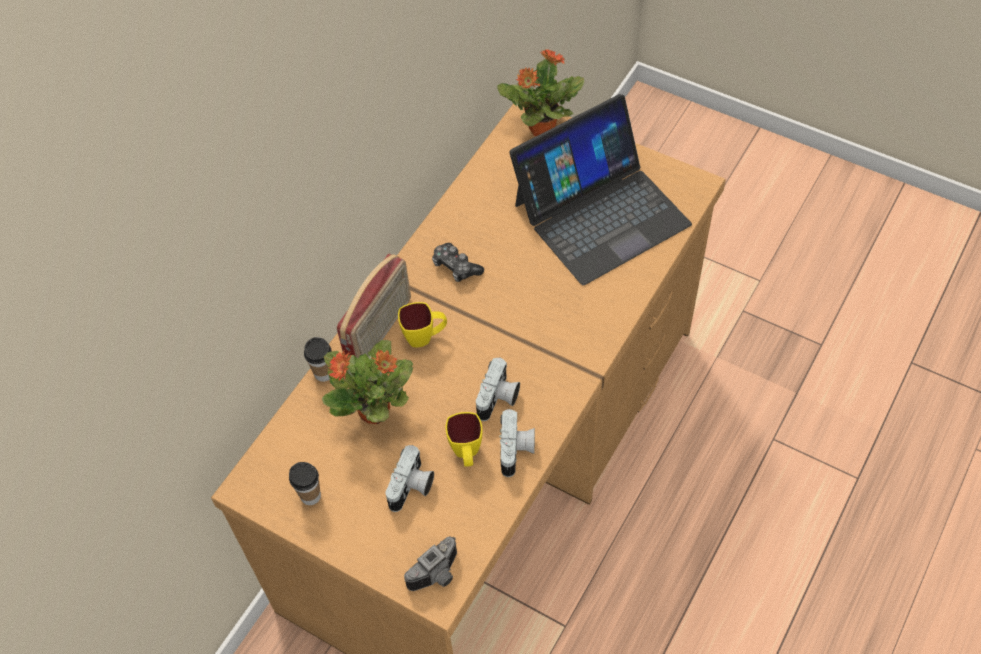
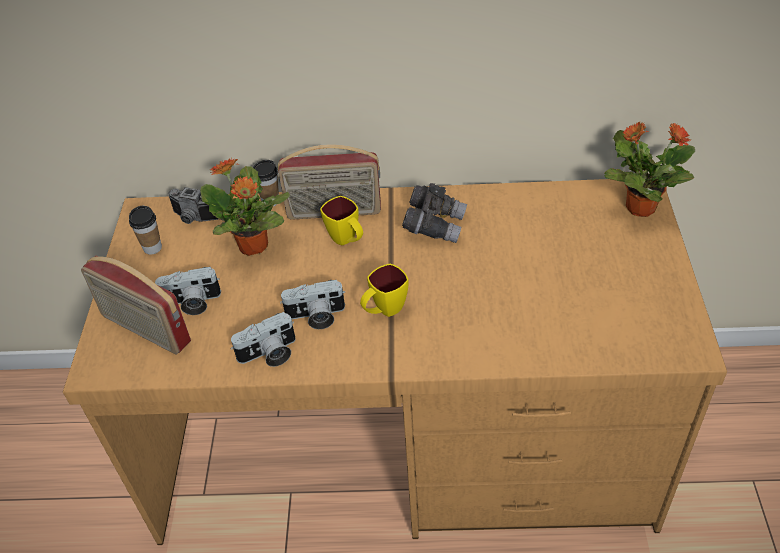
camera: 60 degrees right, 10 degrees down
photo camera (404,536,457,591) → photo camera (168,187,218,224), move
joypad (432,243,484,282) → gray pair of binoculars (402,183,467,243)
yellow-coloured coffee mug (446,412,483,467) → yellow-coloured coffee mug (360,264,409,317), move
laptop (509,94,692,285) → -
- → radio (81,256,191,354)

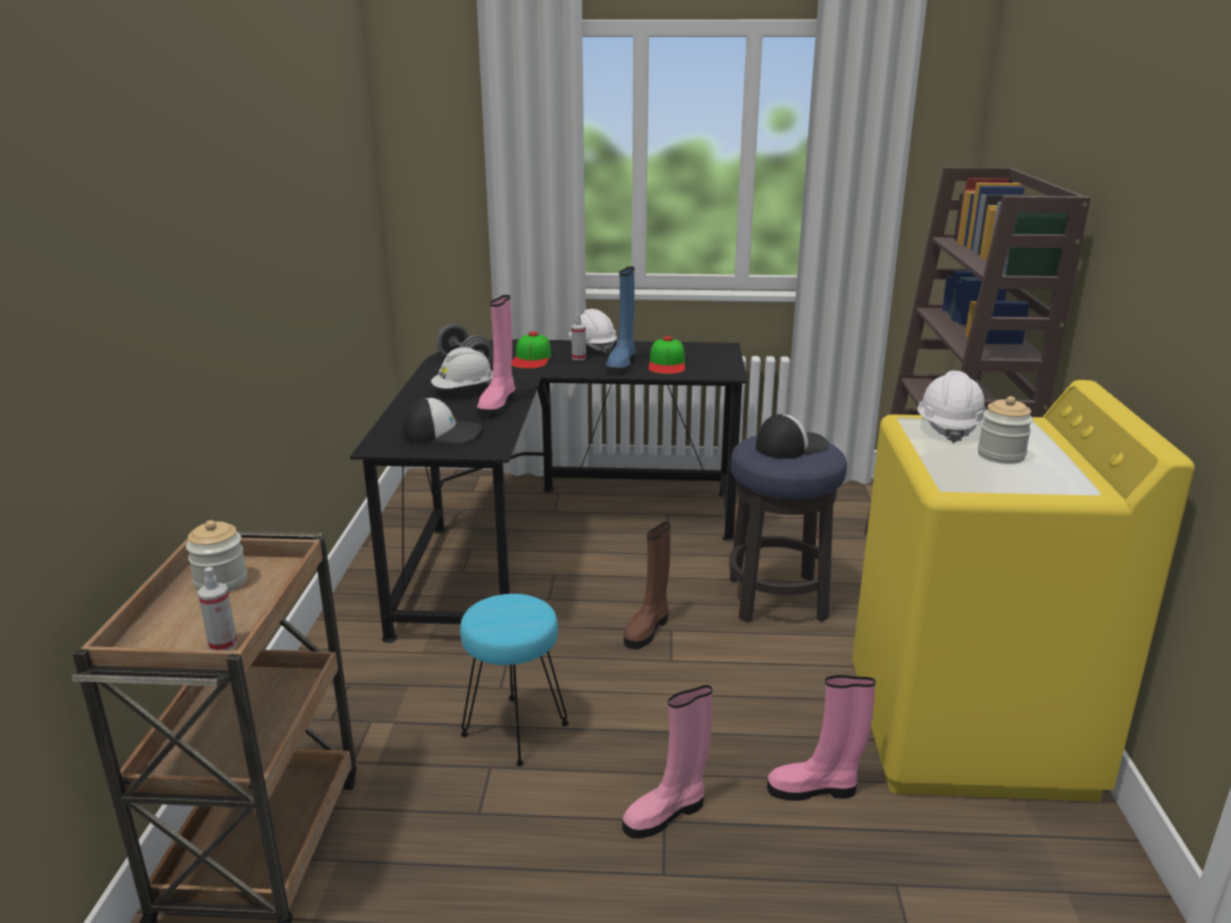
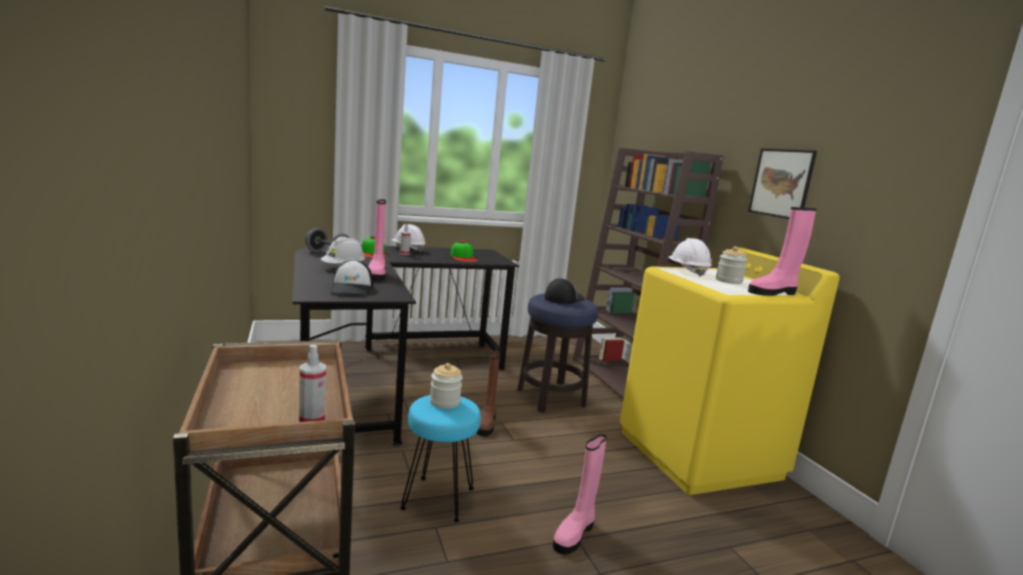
camera: 25 degrees left, 10 degrees down
jar (186,520,247,592) → jar (430,363,463,409), move
baseball cap (402,397,482,444) → baseball cap (330,260,373,295), 105 degrees clockwise
blue-coloured high-top boot (606,266,636,376) → -
pink-coloured high-top boot (767,675,875,801) → pink-coloured high-top boot (748,207,816,296), move
- → wall art (748,149,817,219)

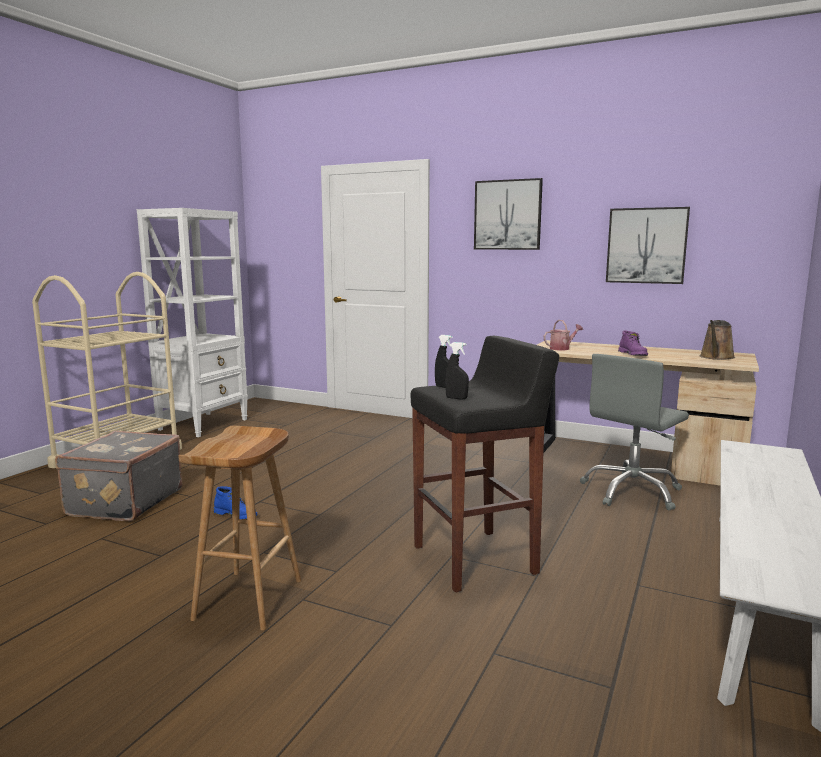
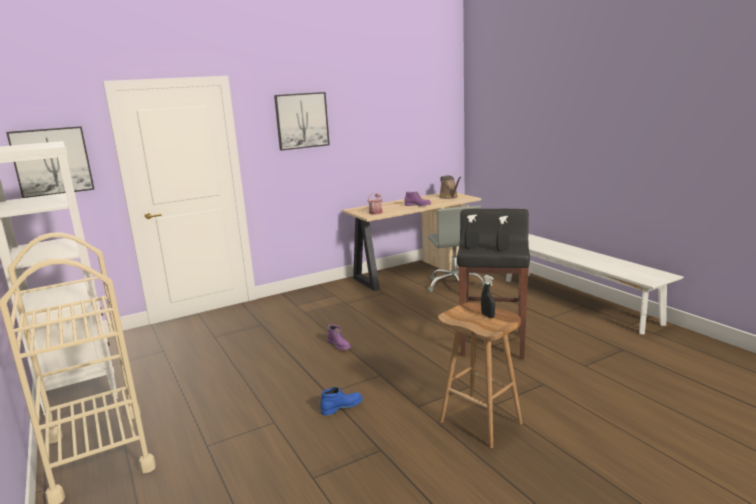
camera: 55 degrees left, 5 degrees up
gray suitcase (55,431,182,521) → -
wall art (606,207,690,284) → wall art (6,126,95,198), move
- → purple-coloured high-top boot (327,324,351,350)
- → black-coloured spray bottle (481,275,495,318)

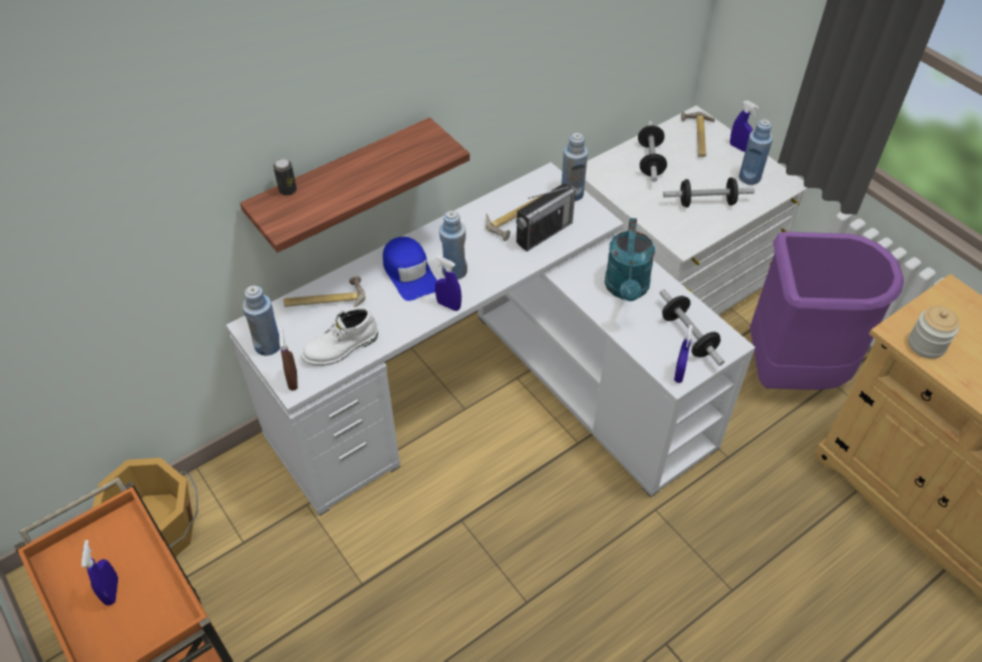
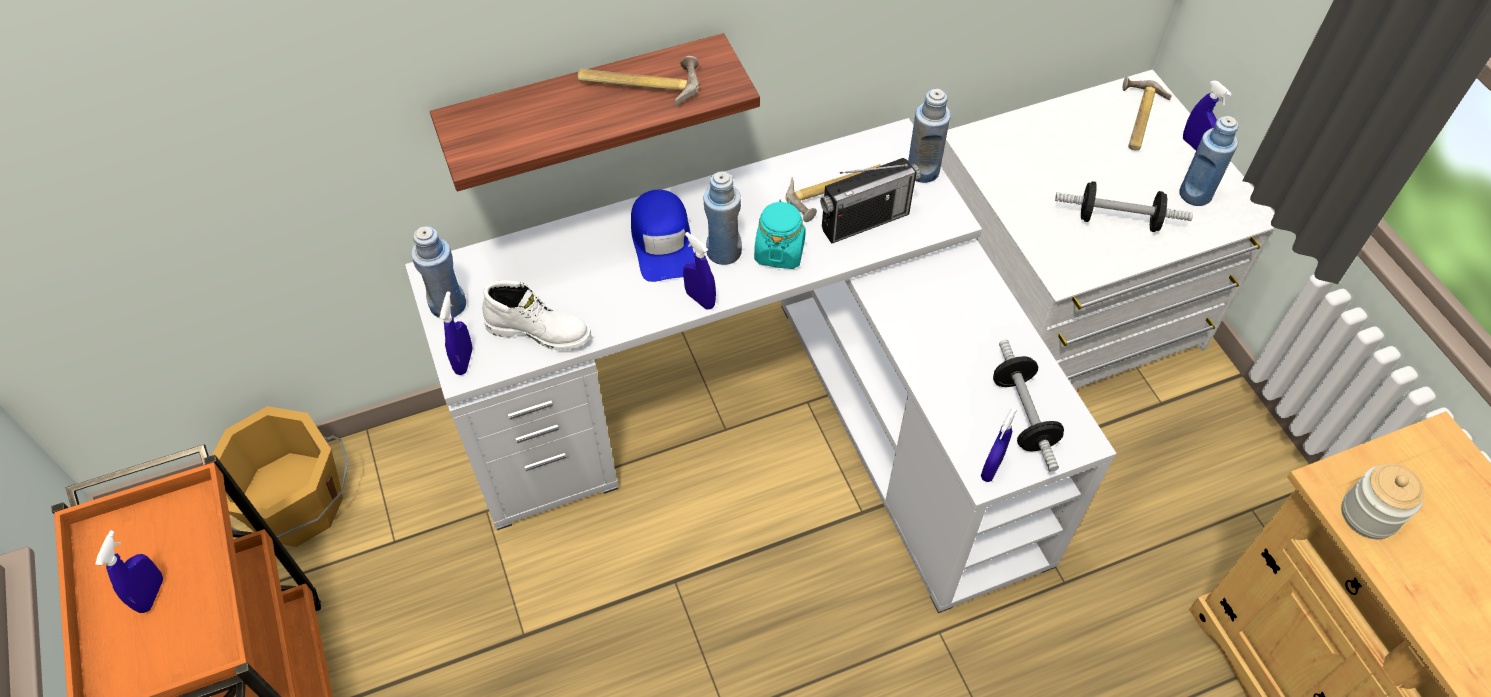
camera: 15 degrees right, 5 degrees up
can (273,159,297,196) → -
brownish spray bottle (279,327,298,391) → blue-coloured spray bottle (440,291,473,375)
tool hammer (283,276,366,307) → tool hammer (578,56,699,107), move
white high-top boot (301,306,378,366) → white high-top boot (482,280,591,350), 150 degrees counterclockwise
turquoise watering pot (605,218,655,301) → -
free weight (638,121,667,182) → -
purple-coloured trash can (750,232,904,390) → -
- → turquoise jar (754,200,806,269)

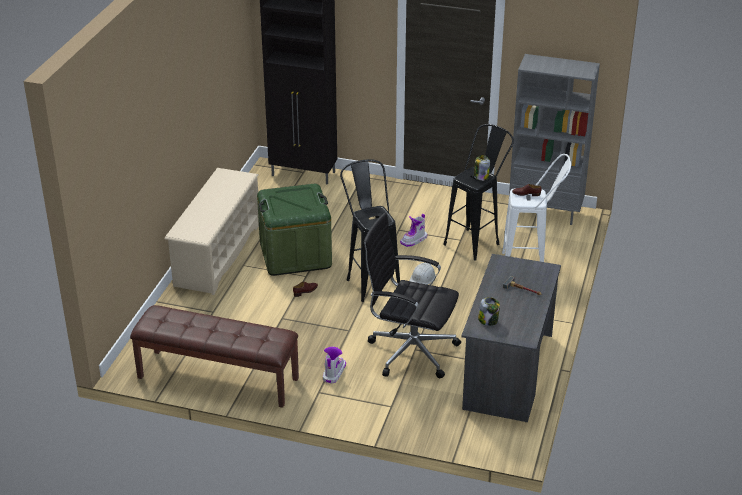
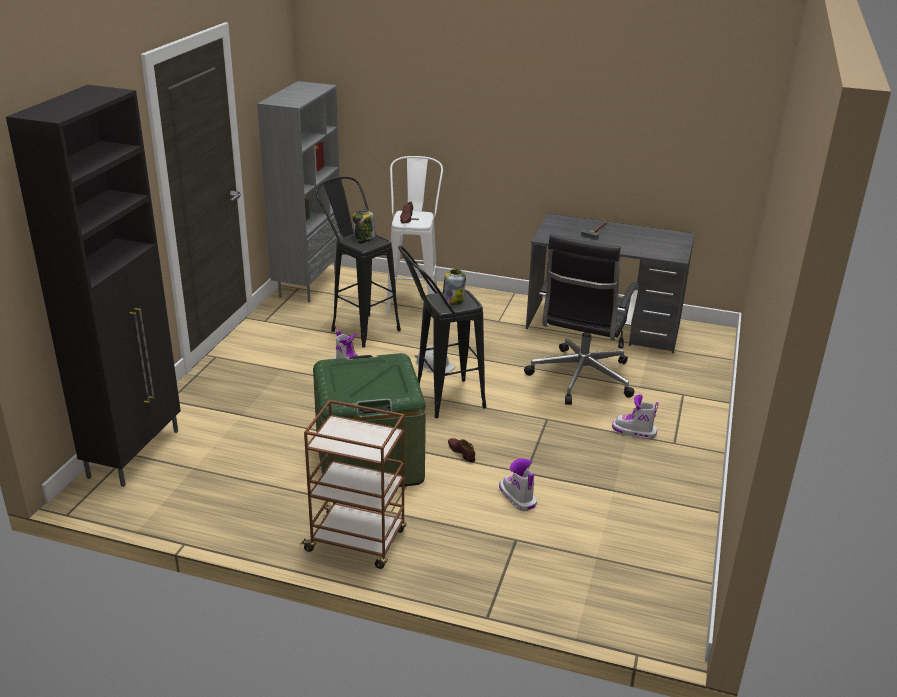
camera: 90 degrees left, 5 degrees down
brownish indoor bench (130,305,299,408) → -
sand-coloured shoe stand (165,168,259,295) → brownish cart (300,400,407,569)
jar (478,297,500,326) → jar (442,269,466,305), move
- → high-top boot (499,458,537,511)

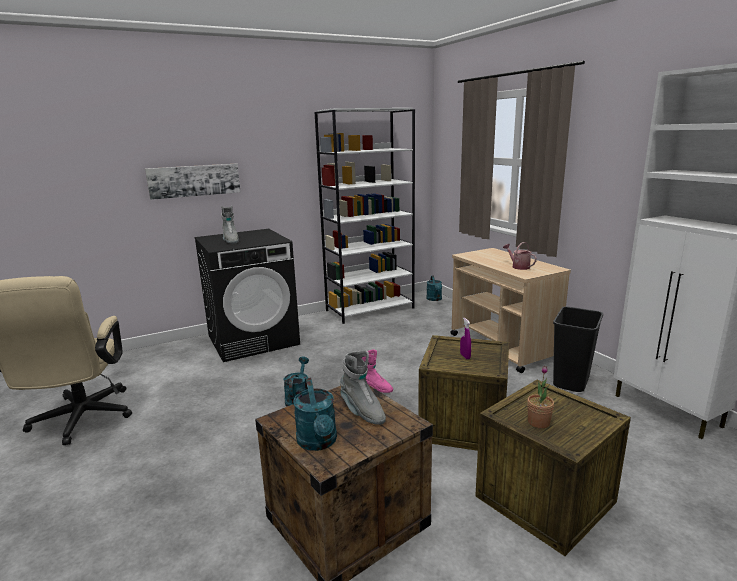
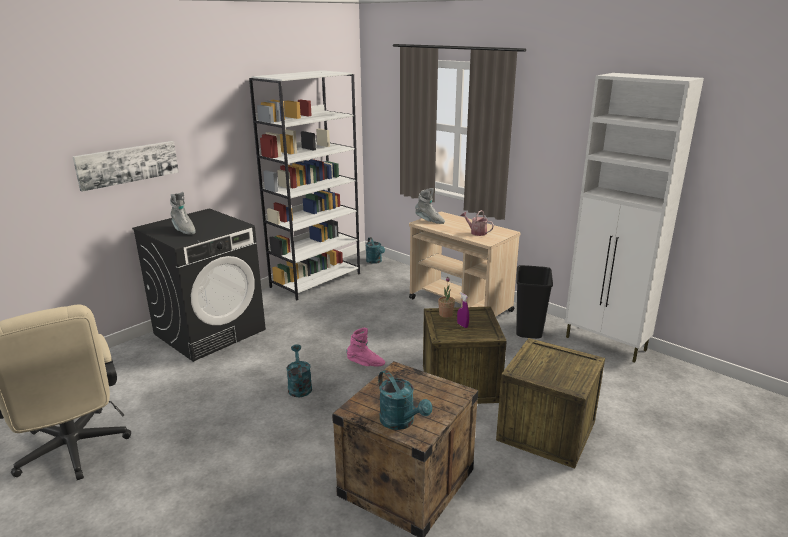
camera: 20 degrees left, 5 degrees up
gray high-top boot (340,350,386,425) → gray high-top boot (415,188,445,224), move
plant in a pot (527,366,554,429) → plant in a pot (438,277,455,318), move

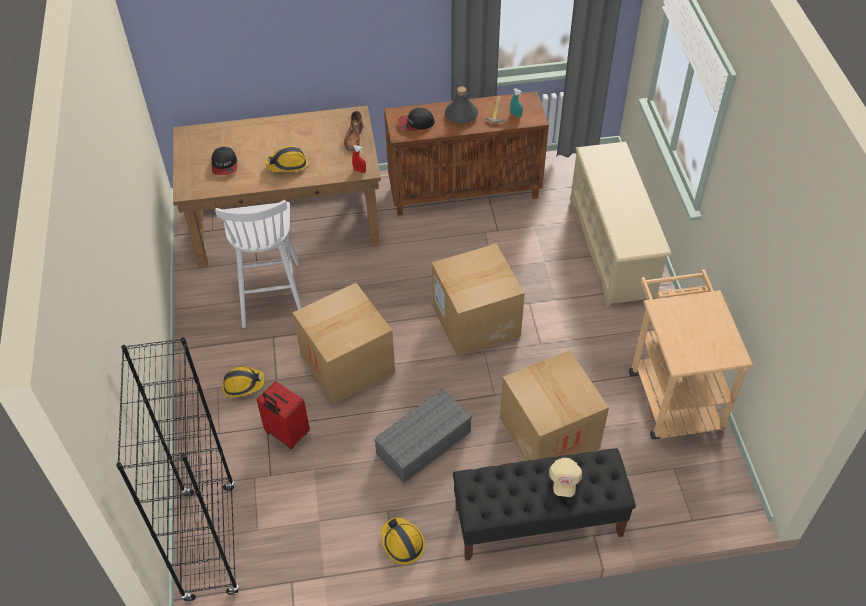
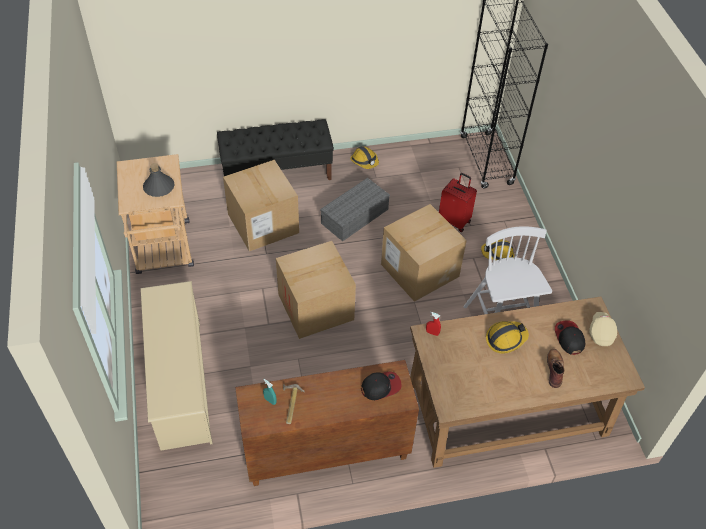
camera: 175 degrees right, 0 degrees up
brownish high-top boot (344,111,364,151) → brownish high-top boot (547,349,564,388), move
gray beverage bottle (445,86,478,124) → gray beverage bottle (143,163,175,197), move
sand-coloured baseball cap (549,458,582,497) → sand-coloured baseball cap (589,312,617,346), move

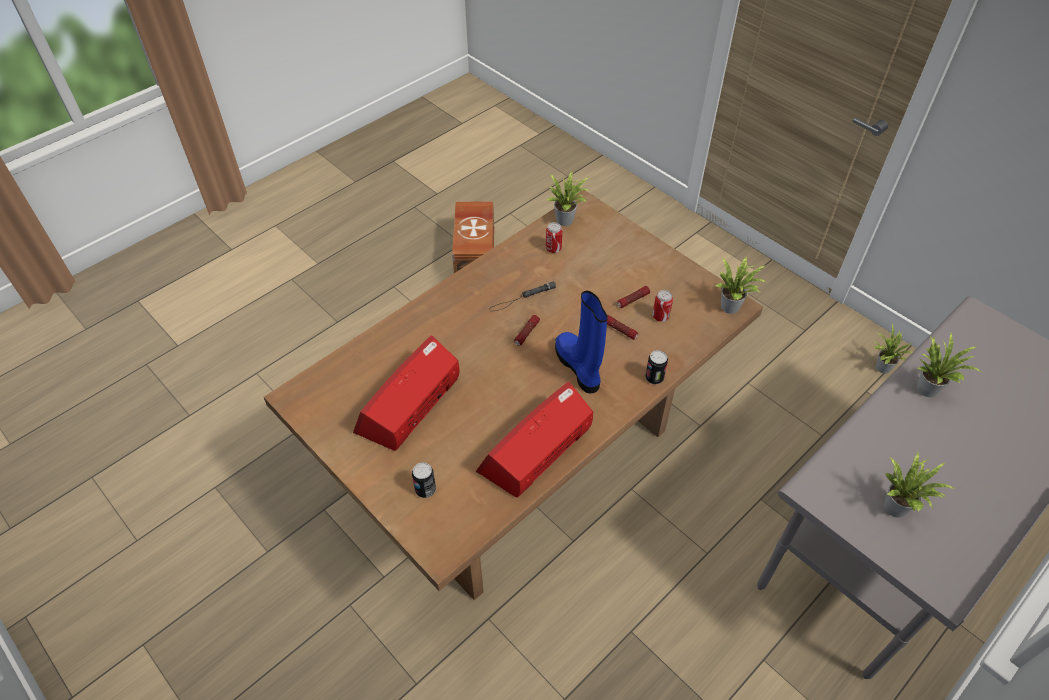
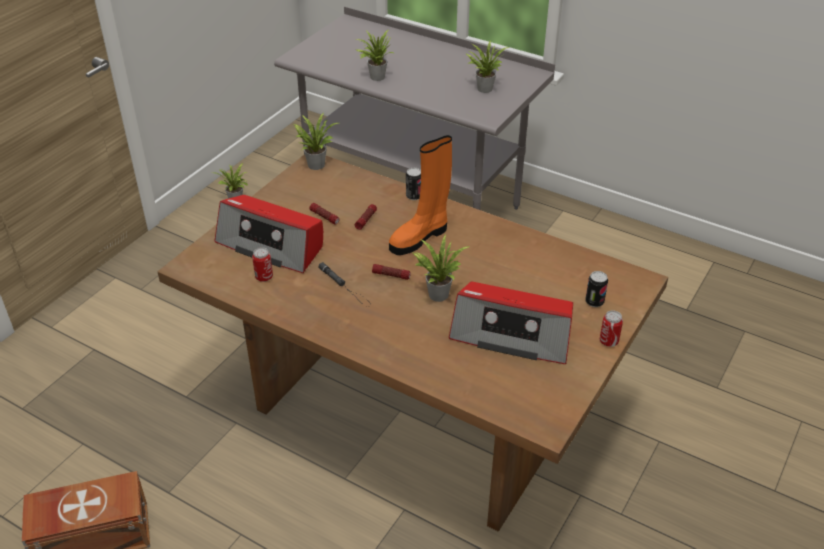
camera: 105 degrees left, 10 degrees down
radio (475,381,593,498) → radio (214,195,323,273), move
plant in a pot (547,171,590,226) → plant in a pot (413,234,470,302), move
blue-coloured high-top boot (555,291,608,393) → orange-coloured high-top boot (389,135,452,255)
can (652,290,673,322) → can (600,311,623,347), move

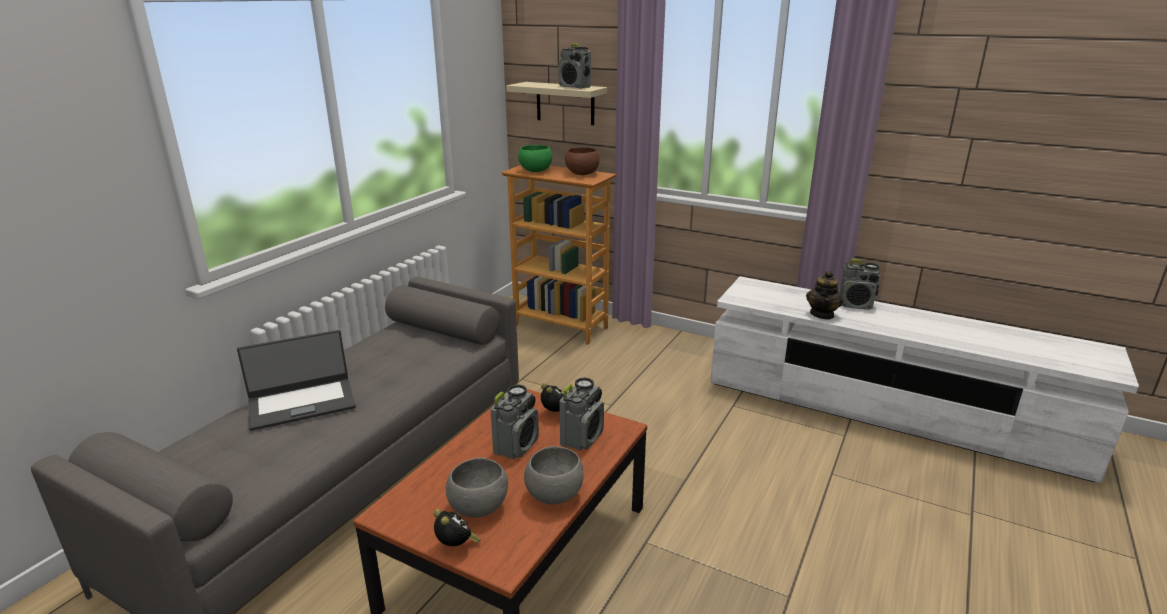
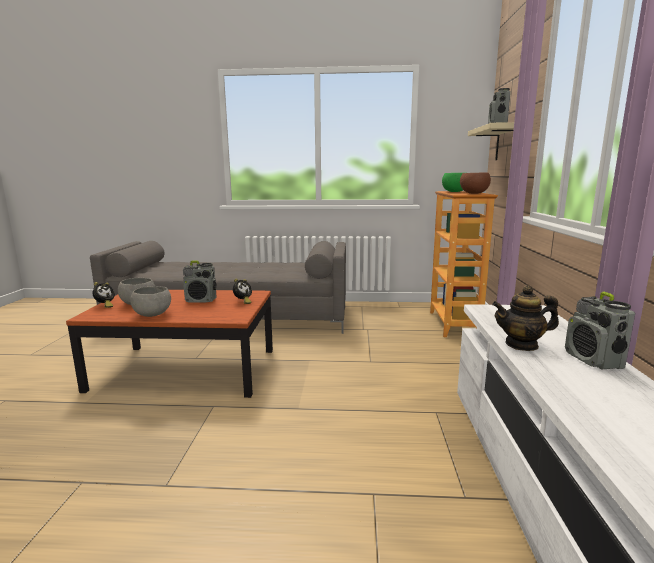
camera: 65 degrees right, 10 degrees down
laptop (237,330,356,431) → -
radio (559,378,604,451) → -

